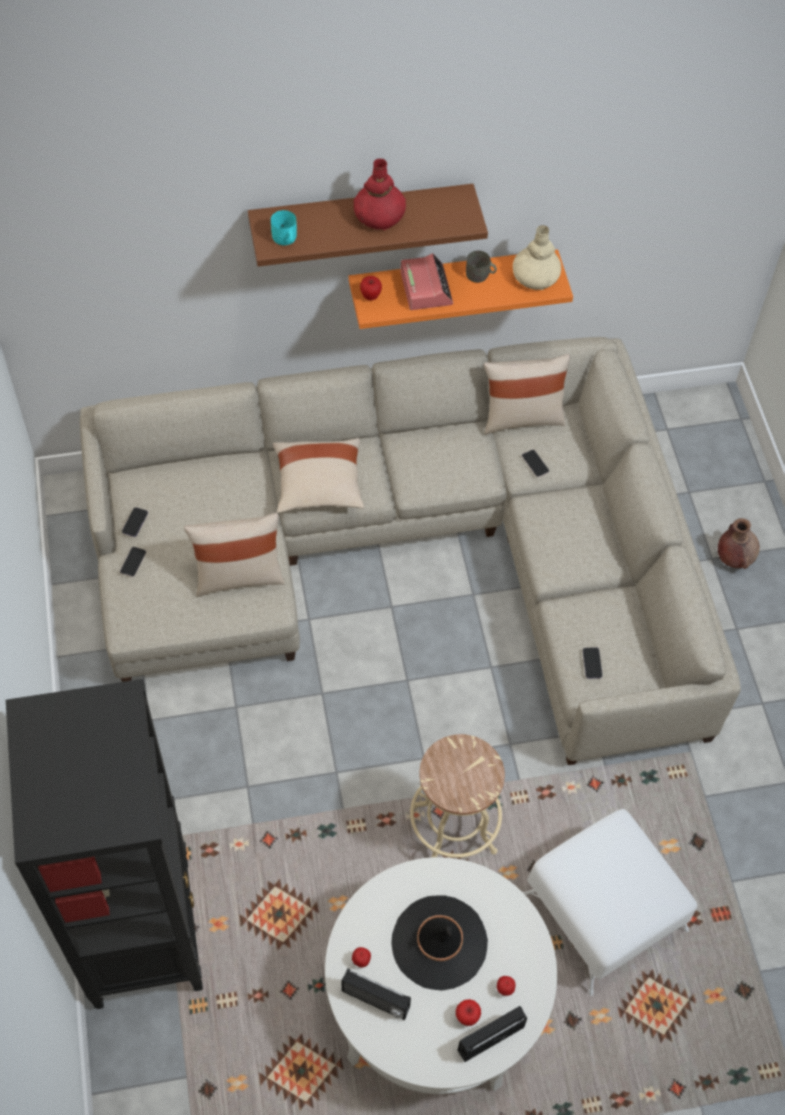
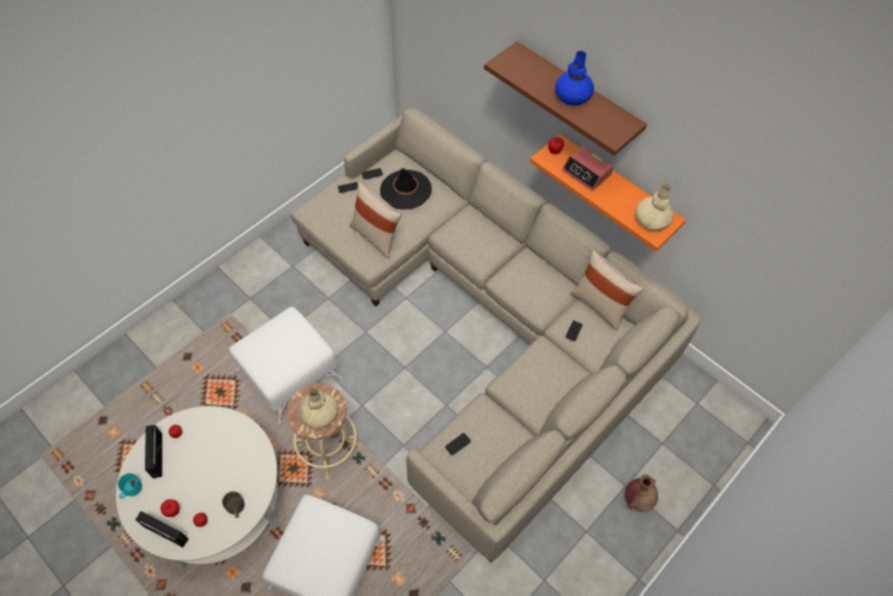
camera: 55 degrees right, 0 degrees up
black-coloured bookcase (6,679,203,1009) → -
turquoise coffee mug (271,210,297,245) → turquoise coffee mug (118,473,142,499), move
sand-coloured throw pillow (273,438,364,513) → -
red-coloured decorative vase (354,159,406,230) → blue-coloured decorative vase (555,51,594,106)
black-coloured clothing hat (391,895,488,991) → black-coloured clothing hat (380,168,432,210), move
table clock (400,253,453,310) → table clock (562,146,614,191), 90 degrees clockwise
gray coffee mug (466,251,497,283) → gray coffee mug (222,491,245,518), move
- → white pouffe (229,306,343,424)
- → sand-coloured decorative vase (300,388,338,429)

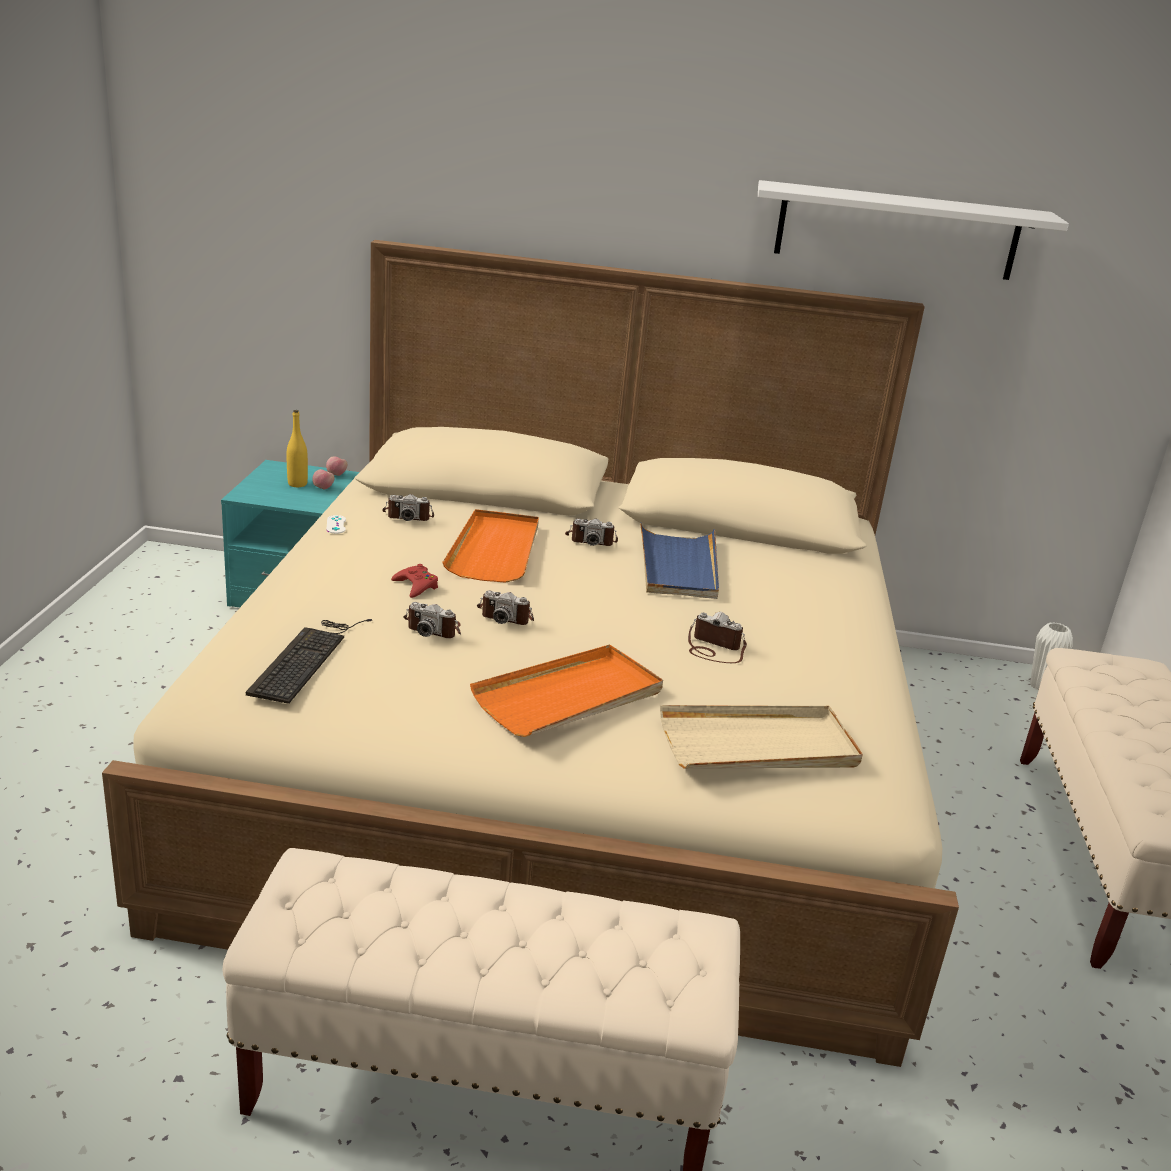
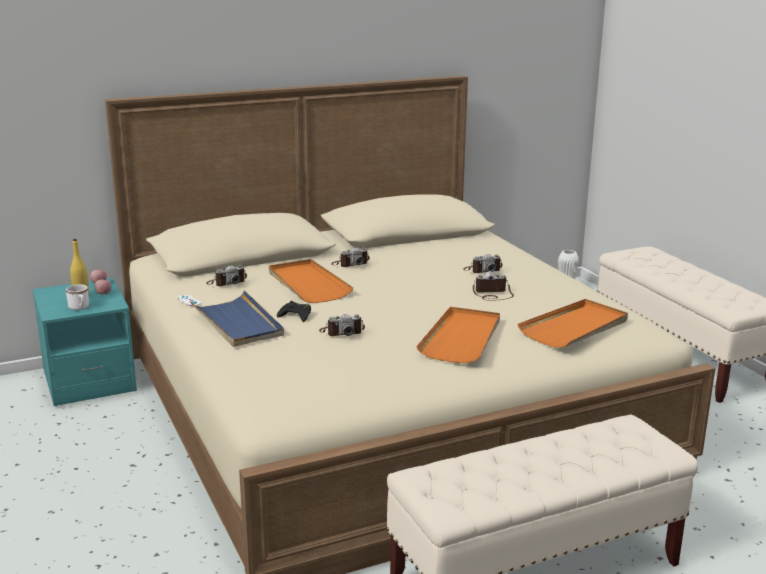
camera: 30 degrees left, 5 degrees down
keyboard (246,619,372,704) → -
red-coloured joypad (391,564,438,598) → black-coloured joypad (277,301,311,322)
photo camera (477,590,534,625) → photo camera (463,254,503,273), move
blue-coloured tray (640,522,719,599) → blue-coloured tray (190,290,284,347), move
sand-coloured tray (660,705,863,769) → orange-coloured tray (518,299,628,348)
white bracket shelf (758,180,1069,280) → -
- → white coffee mug (66,284,89,310)

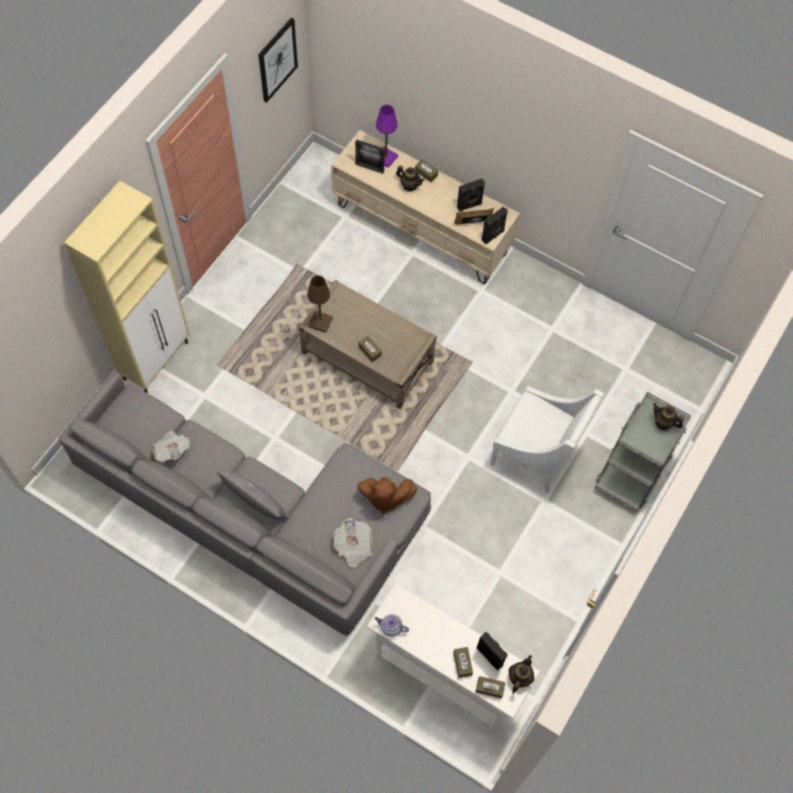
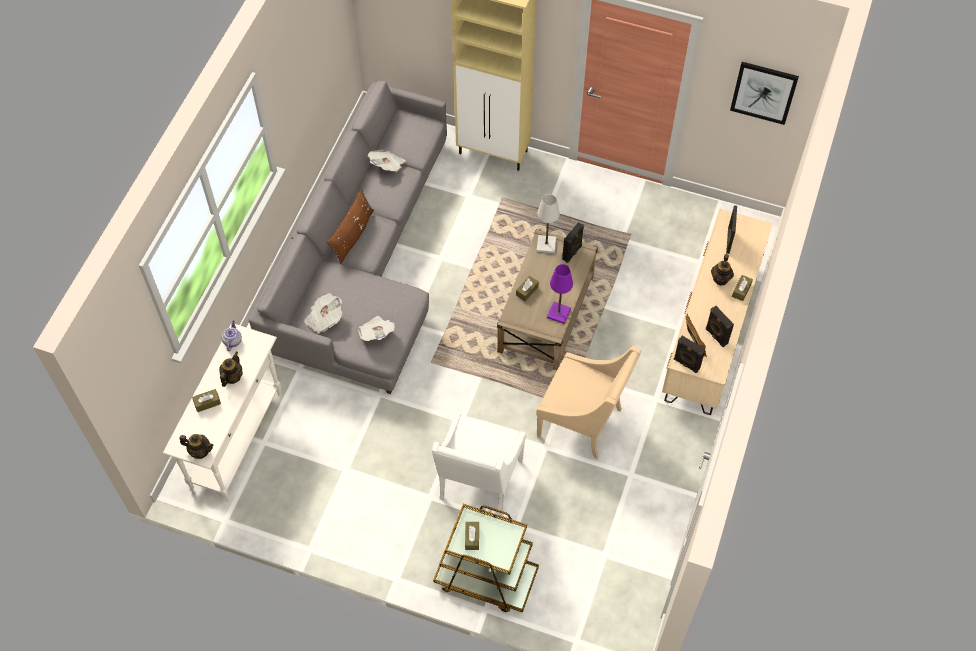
camera: 80 degrees right, 5 degrees down
gray throw pillow (217,471,289,519) → brownish throw pillow (327,189,374,264)
brownish lamp for a table (307,275,333,333) → white lamp for a table (537,194,560,253)
brownish plush toy (357,477,417,514) → newspaper (359,316,395,341)
purple-coloured lamp for a table (376,105,398,168) → purple-coloured lamp for a table (547,264,573,324), move
brownish tissue box (476,676,505,699) → brownish tissue box (465,522,479,550), move
black-coloured speaker (477,632,508,671) → black-coloured speaker (562,222,584,263), move
gray cart (595,392,691,512) → brownish cart (433,504,539,613)
pot for tea (653,403,684,430) → pot for tea (219,352,243,387), move
- → sand-coloured lounge chair (536,346,641,459)

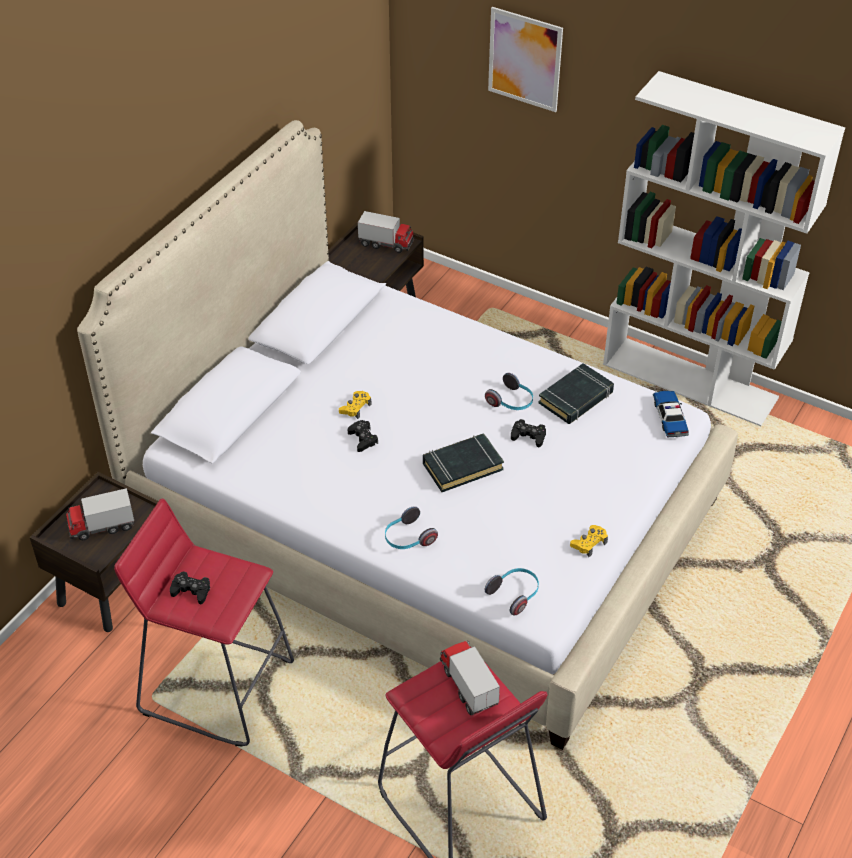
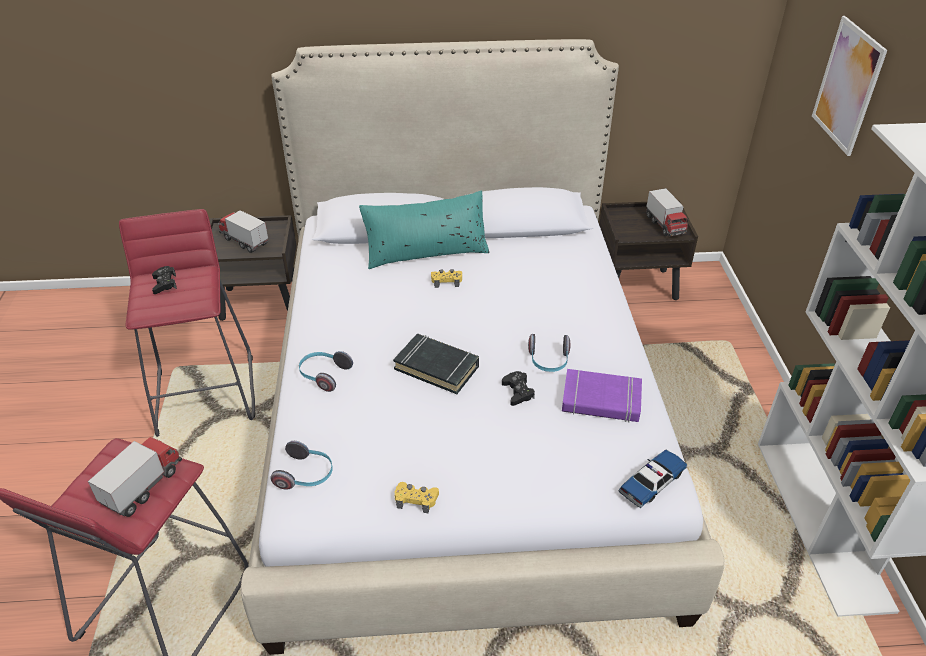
camera: 55 degrees right, 5 degrees down
black-coloured joypad (348,420,378,452) → -
black-coloured volume (538,363,614,424) → purple-coloured volume (562,369,642,422)
- → turquoise throw pillow (359,191,489,269)

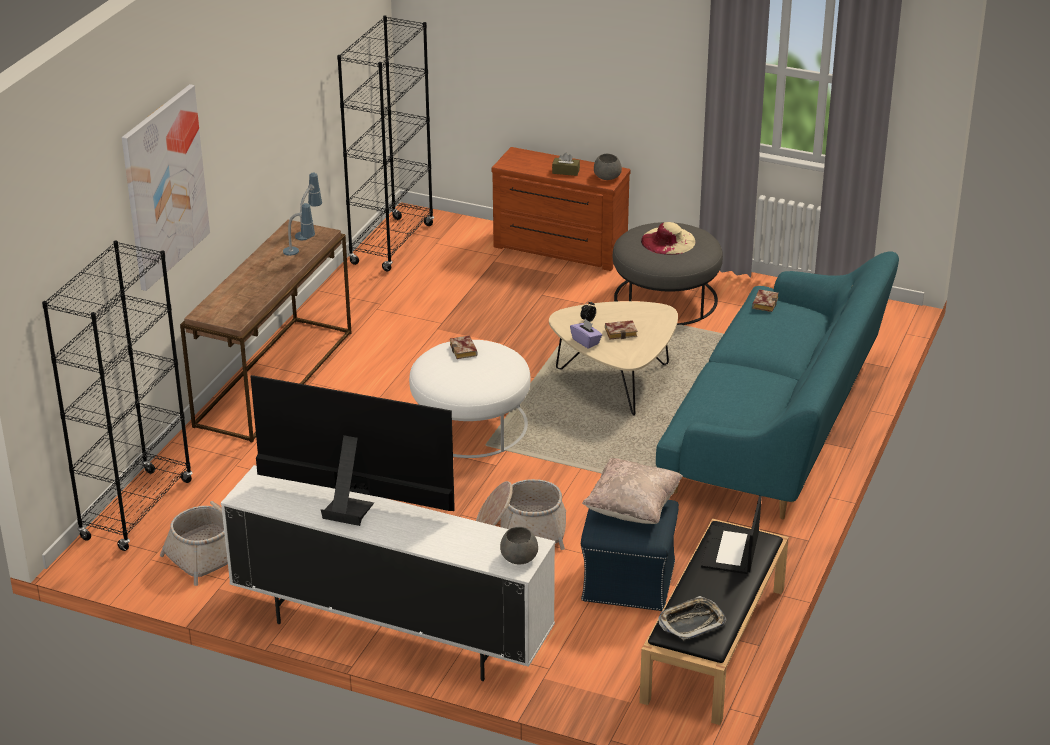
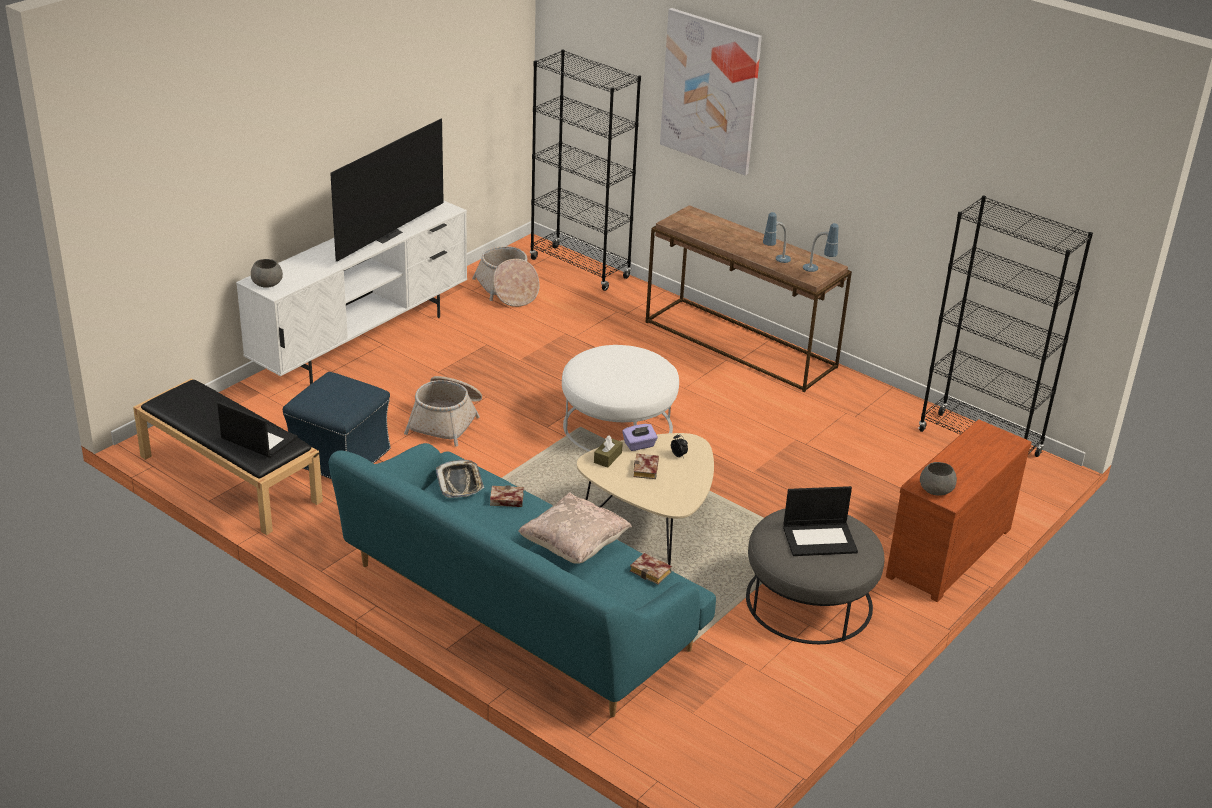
camera: 105 degrees right, 0 degrees up
volume (450,336,477,359) → volume (490,485,524,507), move
brownish tissue box (552,153,580,176) → brownish tissue box (594,436,623,468), move
sand-coloured throw pillow (582,458,683,524) → sand-coloured throw pillow (518,492,632,564), move
sand-coloured clothing hat (641,222,695,255) → laptop (783,486,858,556)
tray (658,596,727,640) → tray (436,460,484,498), move

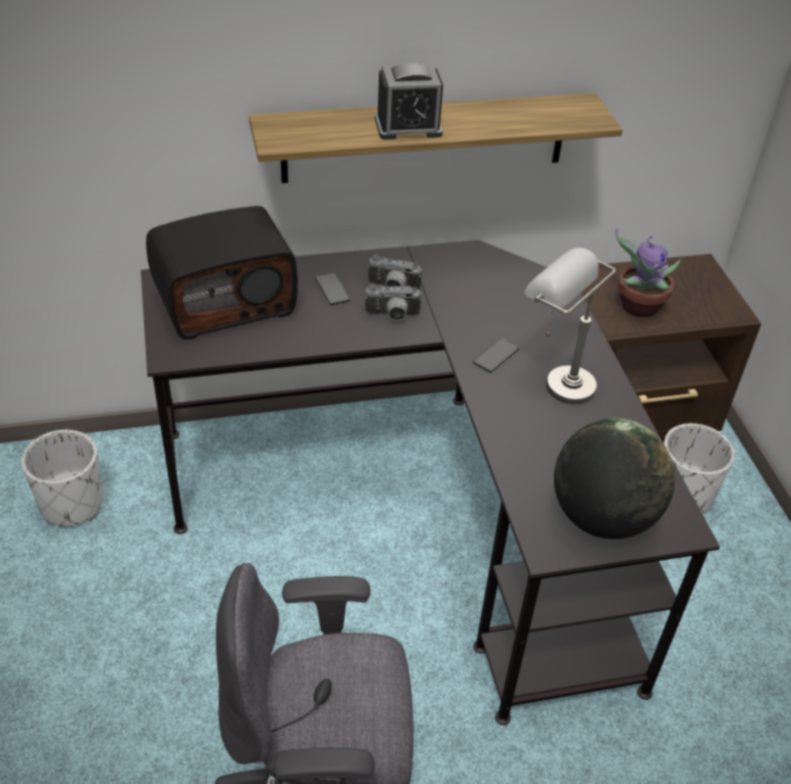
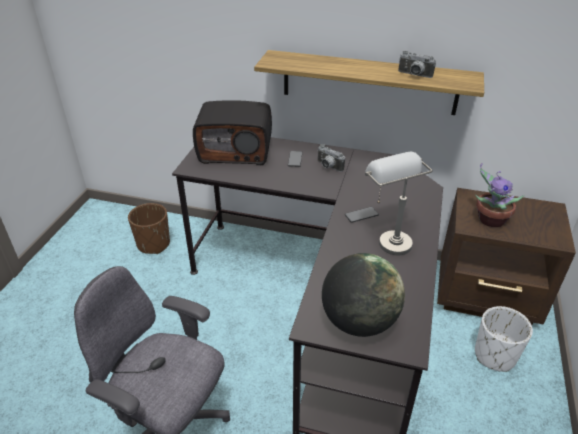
camera: 30 degrees right, 5 degrees down
white flower pot (21,430,103,526) → brownish flower pot (128,203,170,254)
photo camera (365,284,422,321) → photo camera (398,51,436,78), move
table clock (375,63,443,140) → -

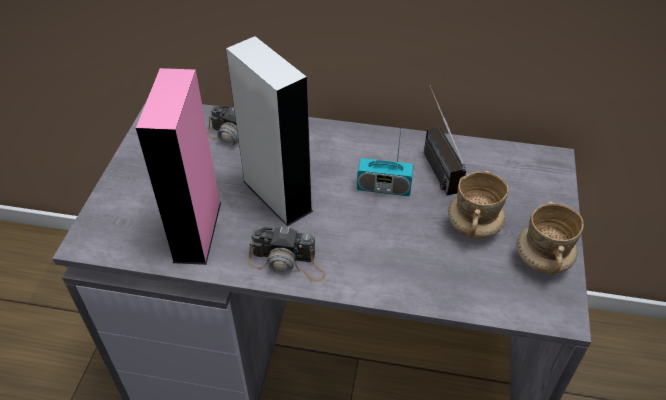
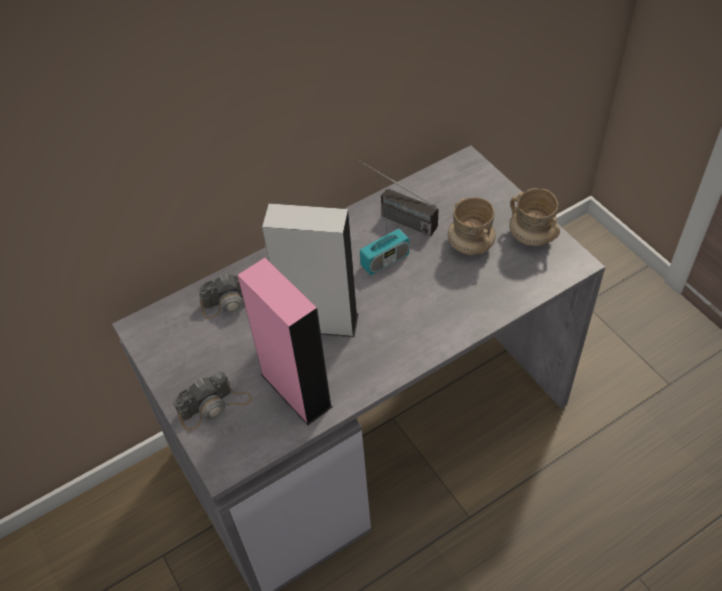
camera: 40 degrees left, 5 degrees up
photo camera (249,226,326,282) → photo camera (173,372,252,431), move

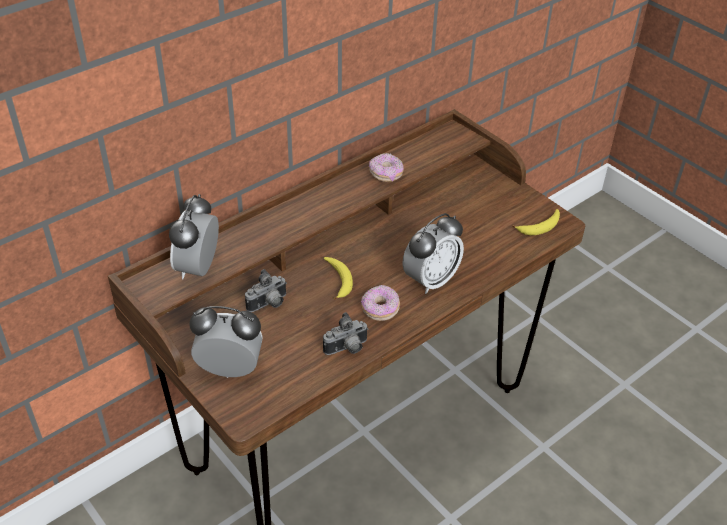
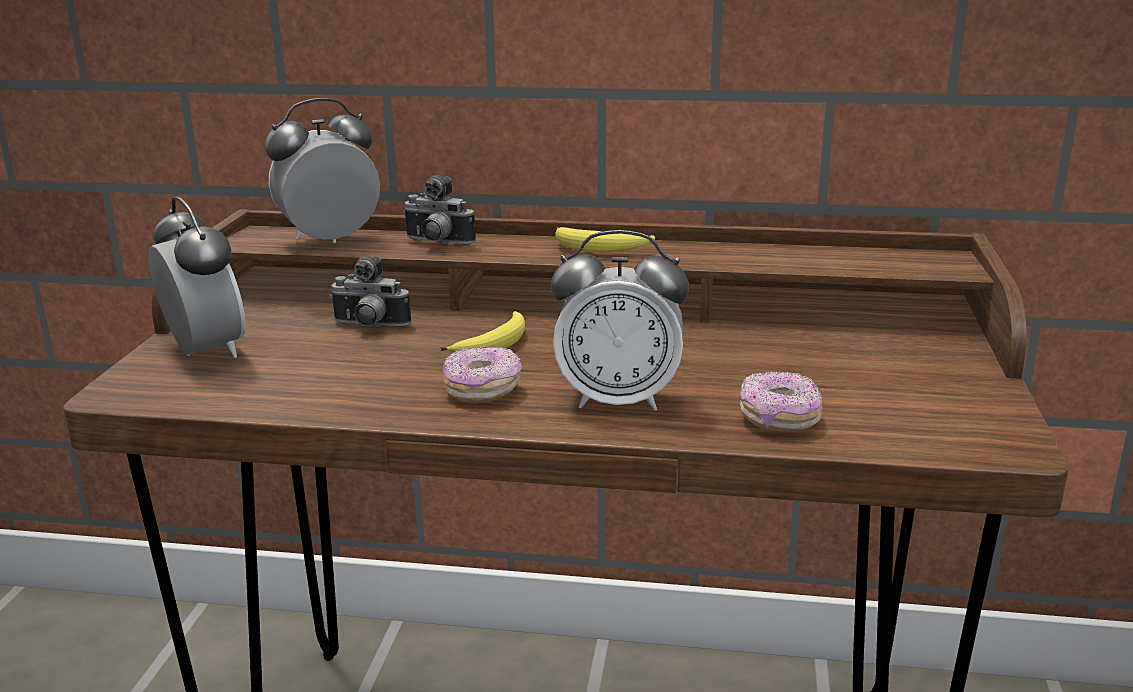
camera: 50 degrees right, 20 degrees down
photo camera (323,312,368,355) → photo camera (403,175,476,245), move
donut (369,153,404,182) → donut (740,371,822,432), move
banana (512,209,560,235) → banana (555,227,655,253), move

